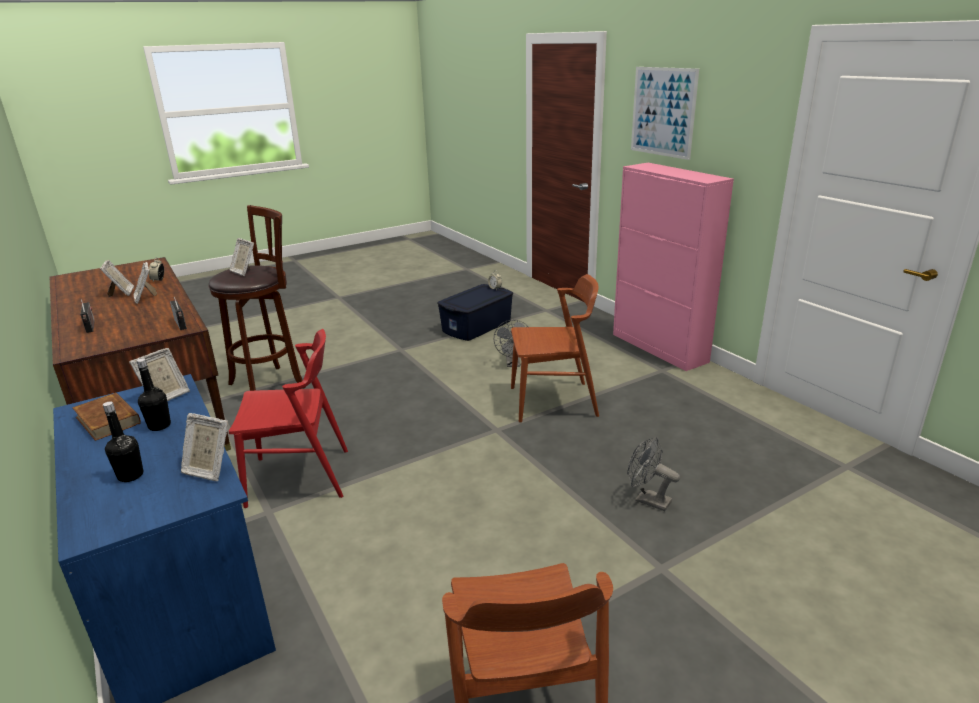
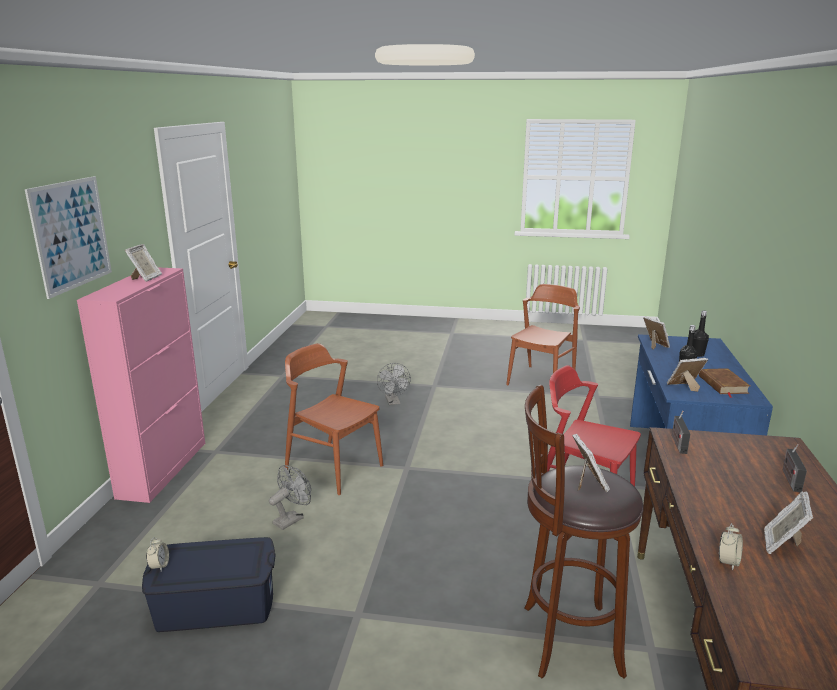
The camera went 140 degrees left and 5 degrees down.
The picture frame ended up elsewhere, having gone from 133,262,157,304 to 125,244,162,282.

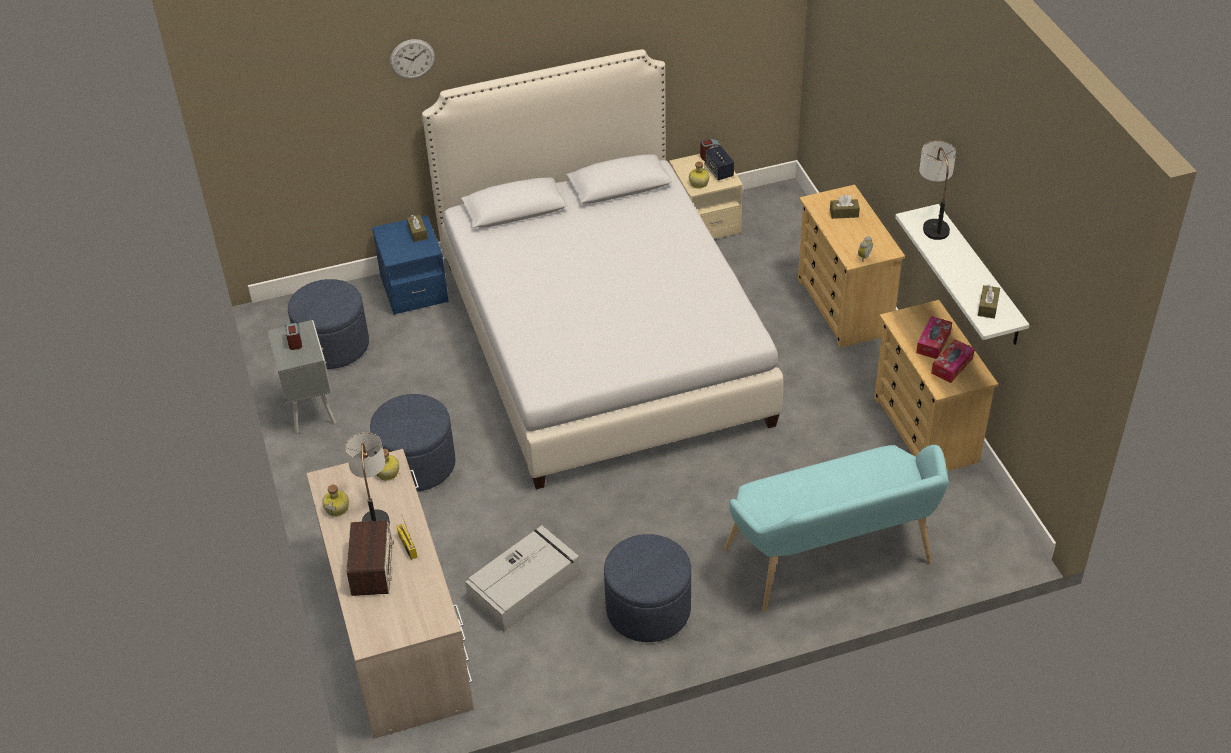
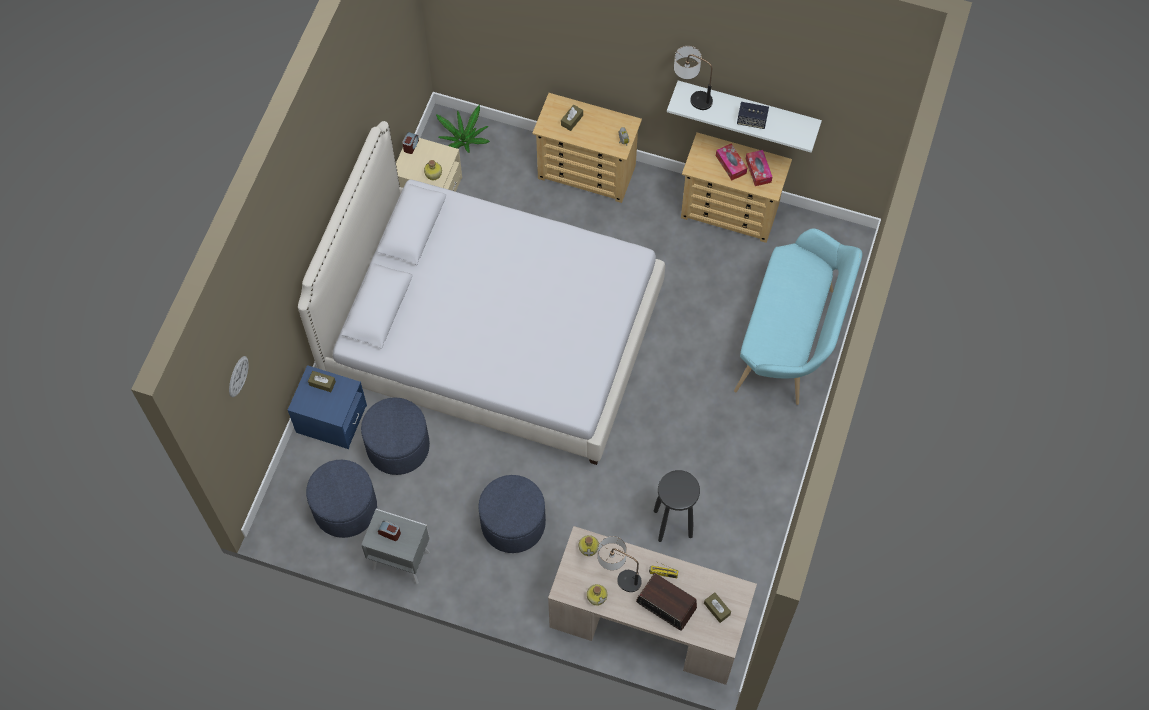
The camera went 55 degrees left and 20 degrees up.
The wall clock ended up elsewhere, having gone from 390,39,435,79 to 229,356,249,397.
The speaker ended up elsewhere, having gone from 705,146,734,180 to 737,102,769,129.
The brown tissue box ended up elsewhere, having gone from 978,285,1000,319 to 704,592,731,623.
Where the grey storage box stood at 465,525,580,632, the black stool came to stand at 654,470,700,542.
The blue ottoman ended up elsewhere, having gone from 604,534,691,642 to 361,397,430,475.
The second view gained the potted plant at 436,105,490,153.

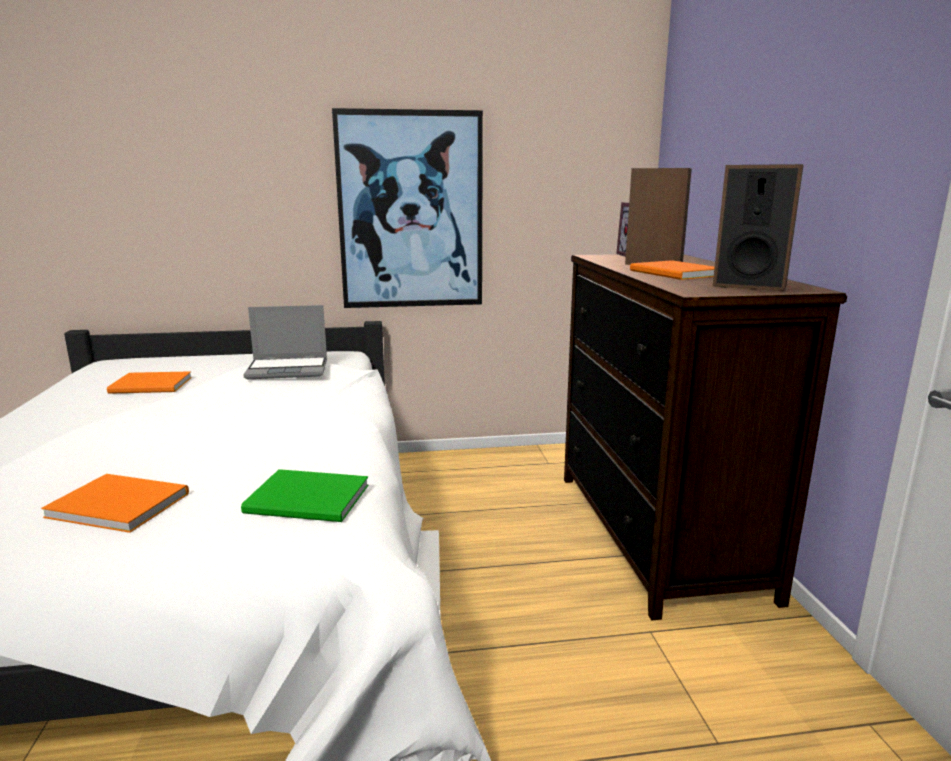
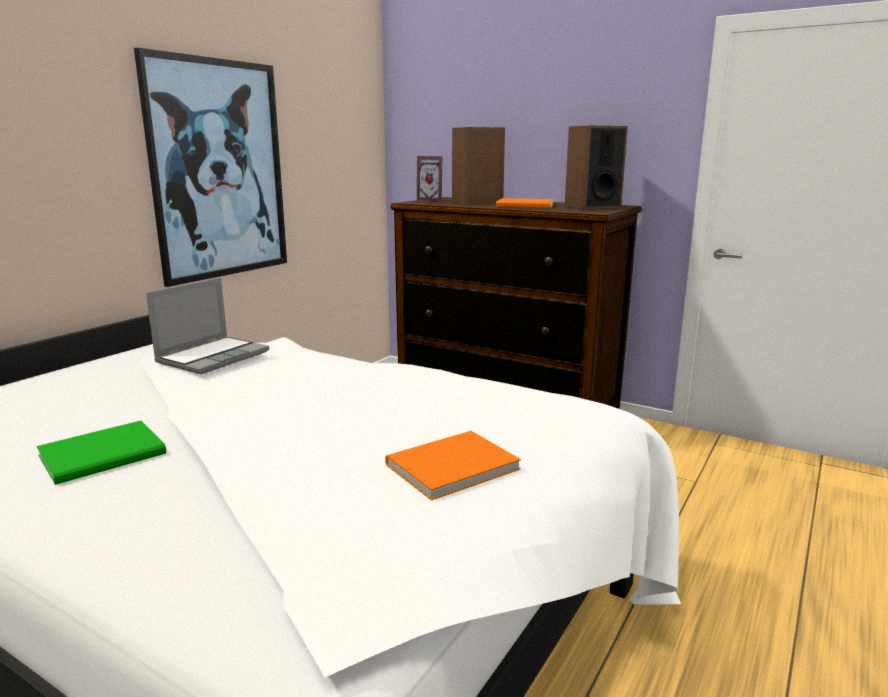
The camera went 50 degrees left and 0 degrees up.
The second view lost the orange book at 107,371,192,394.
The green book ended up elsewhere, having gone from 241,469,369,522 to 37,420,166,485.

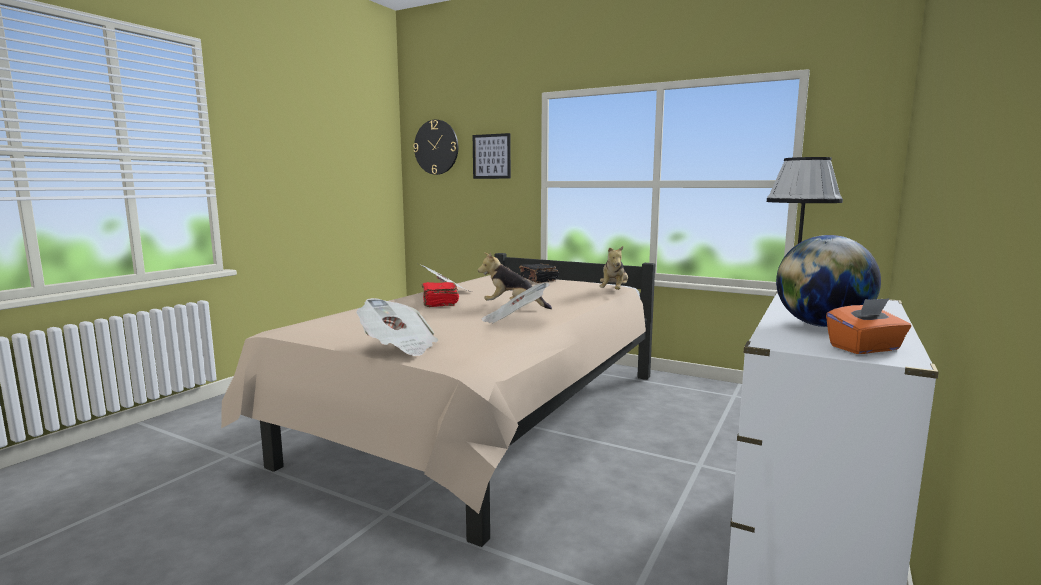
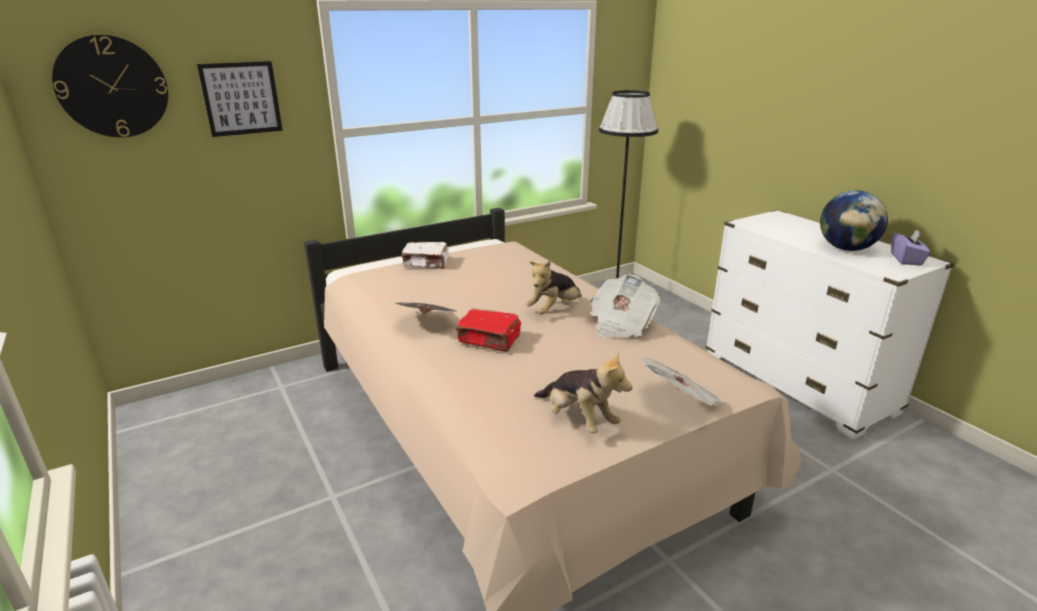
The camera went 60 degrees left and 15 degrees up.
The plush toy ended up elsewhere, having gone from 600,246,628,290 to 534,351,633,433.
What was the black book at 519,264,559,283 turned into the white book at 401,242,449,269.
What was the orange tissue box at 826,298,911,354 turned into the purple tissue box at 891,229,931,266.

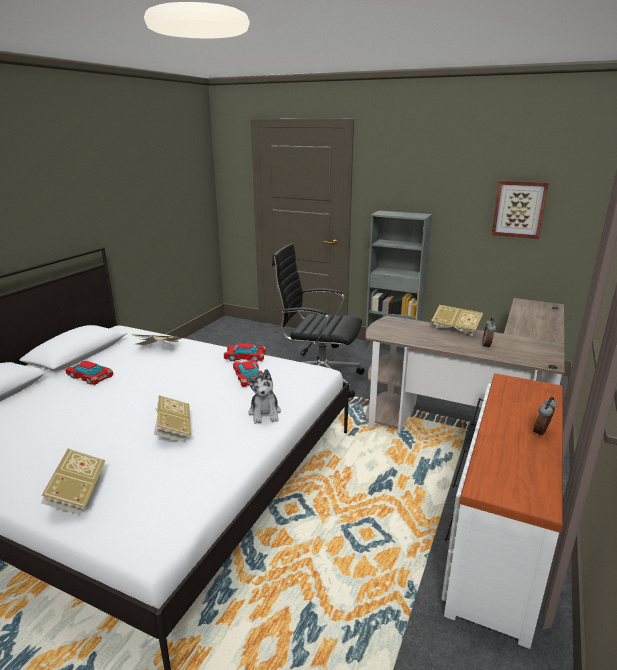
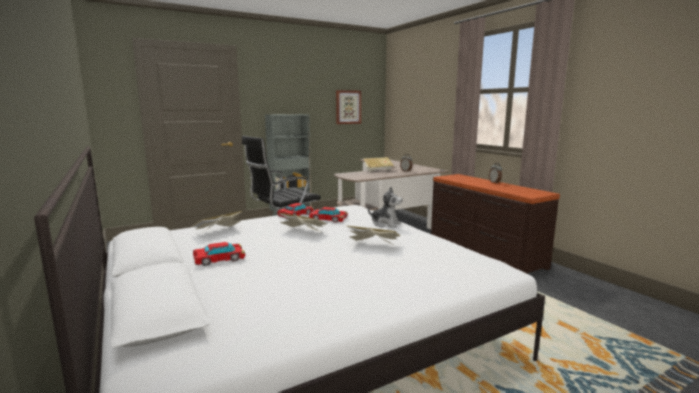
The camera went 55 degrees left and 10 degrees down.
What was the white dresser at 441,373,563,649 turned into the brown dresser at 431,174,560,274.
The book ended up elsewhere, having gone from 41,449,106,515 to 279,213,327,232.

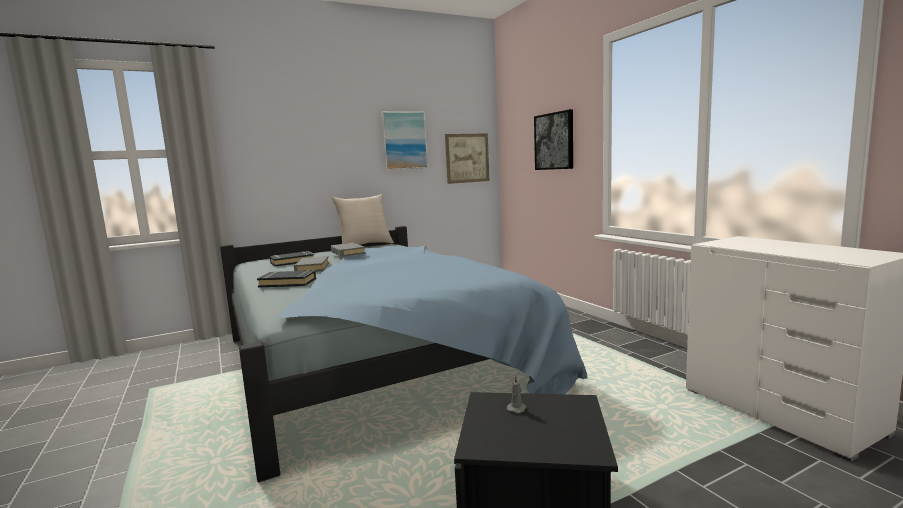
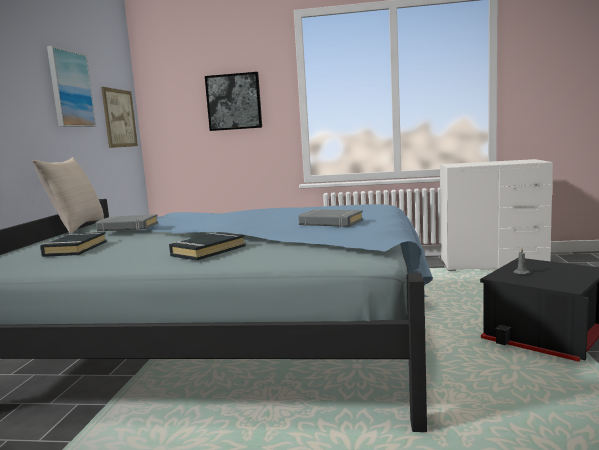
The camera went 55 degrees left and 0 degrees up.
The grey book ended up elsewhere, having gone from 294,256,329,272 to 298,209,363,227.

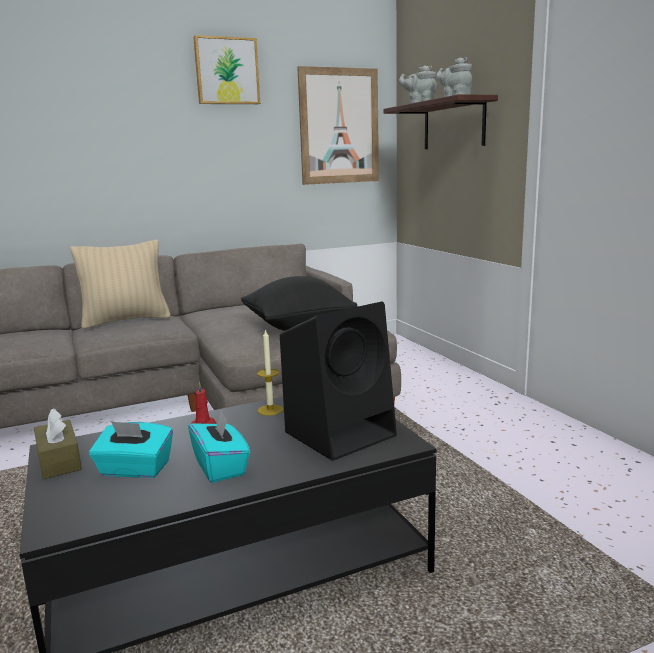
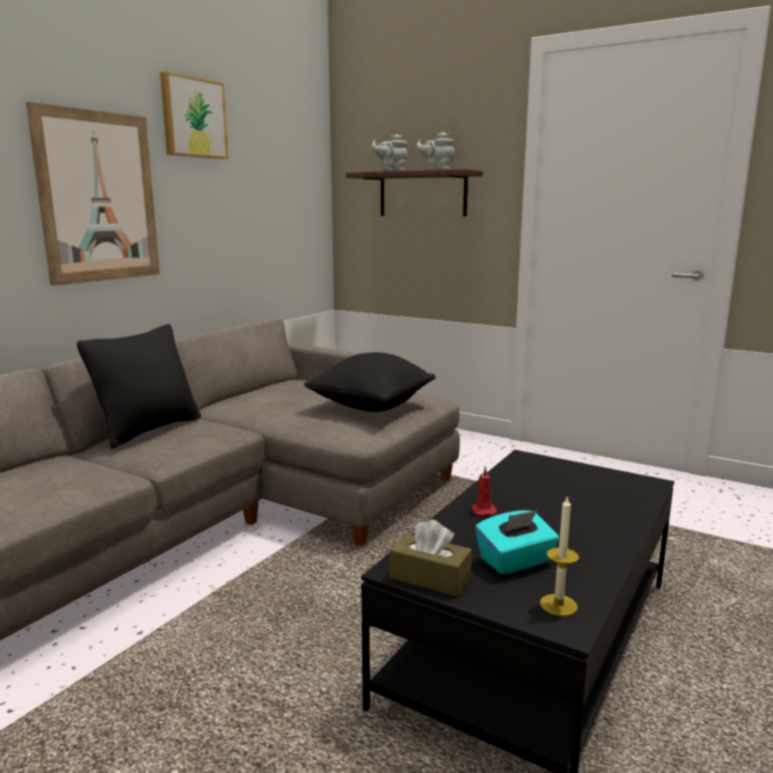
The camera went 35 degrees left and 0 degrees up.
The picture ended up elsewhere, having gone from 297,66,379,185 to 26,102,160,286.
What was the beige pillow at 70,240,171,329 turned into the black pillow at 77,324,201,449.
The second view lost the black speaker at 280,302,397,461.
The candle ended up elsewhere, having gone from 257,329,283,416 to 540,496,579,616.
The second view lost the turquoise tissue box at 188,411,250,483.

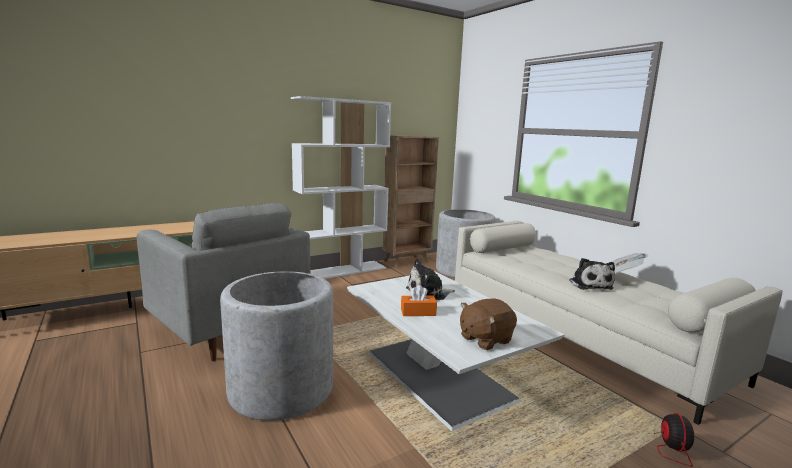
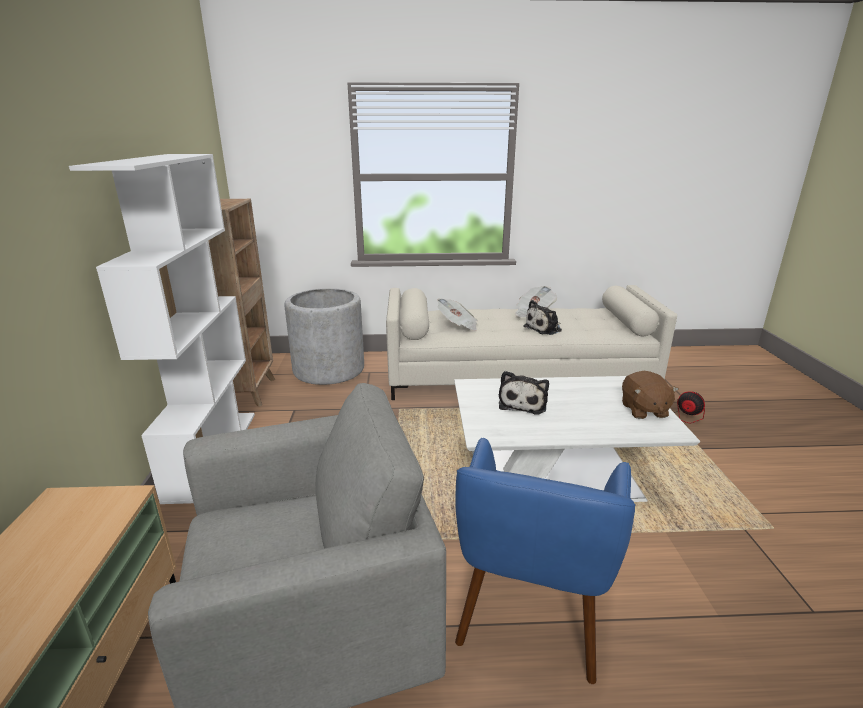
The camera went 60 degrees left and 10 degrees up.
The plush toy at 569,258,615,290 ended up facing another way, 120 degrees clockwise from before.
Where the grey planter stood at 220,271,333,421, the blue armchair came to stand at 455,438,635,684.
The second view lost the orange tissue box at 401,285,437,316.
The second view gained the newspaper at 437,298,478,331.

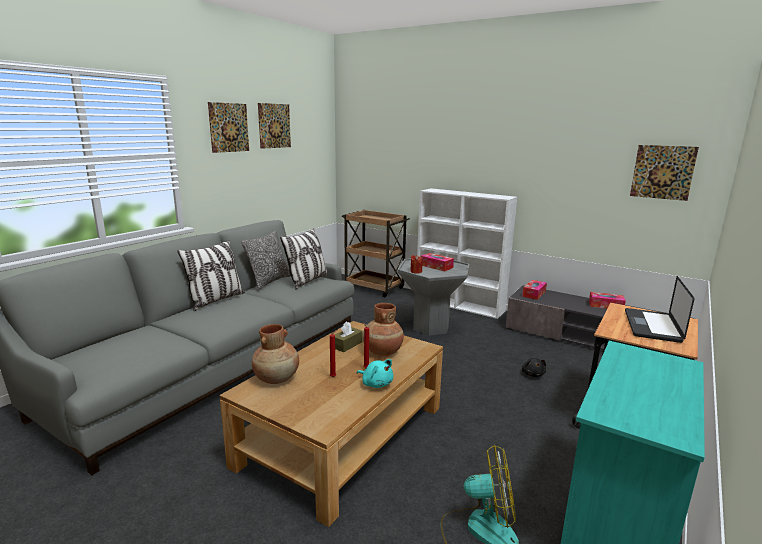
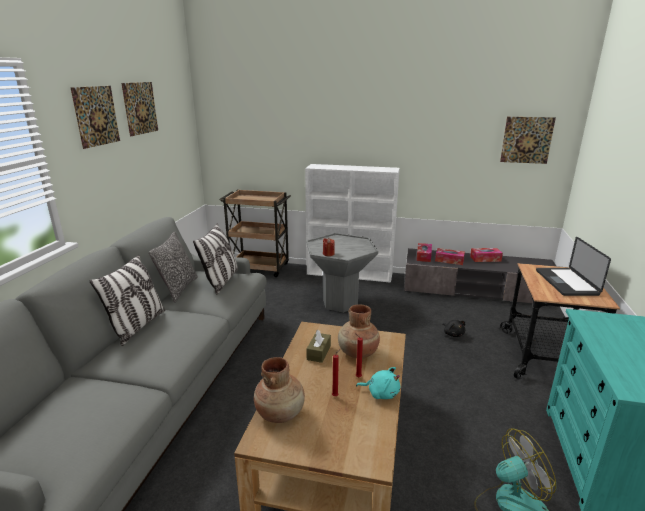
The camera went 20 degrees left and 5 degrees up.
The tissue box ended up elsewhere, having gone from 421,253,454,272 to 435,248,465,265.

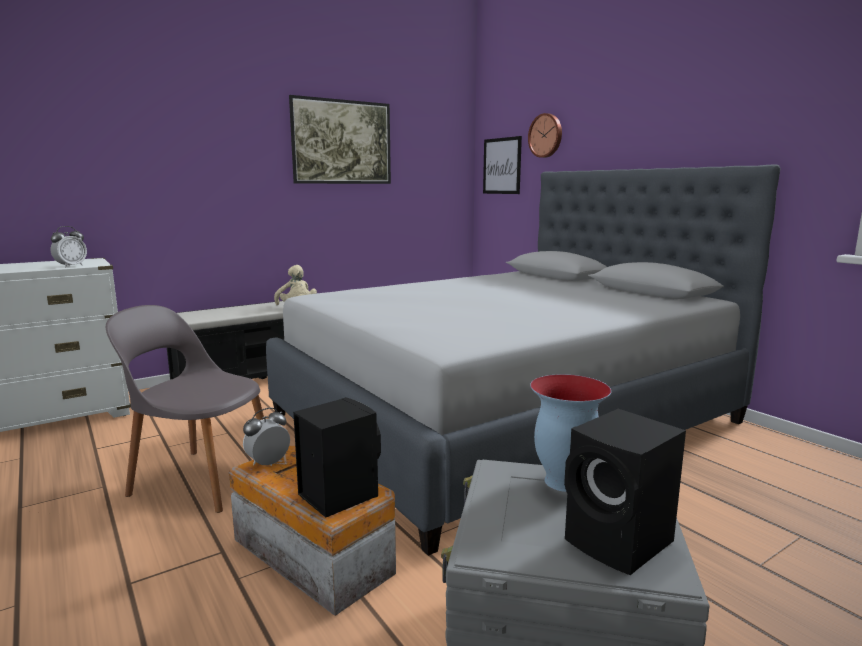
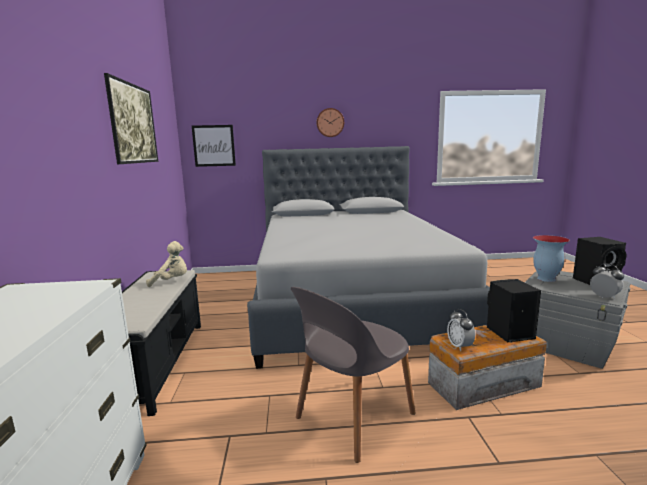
The camera went 60 degrees left and 0 degrees up.
The wall clock ended up elsewhere, having gone from 528,113,562,158 to 316,108,344,137.
The alarm clock ended up elsewhere, having gone from 50,226,87,268 to 590,263,624,299.

